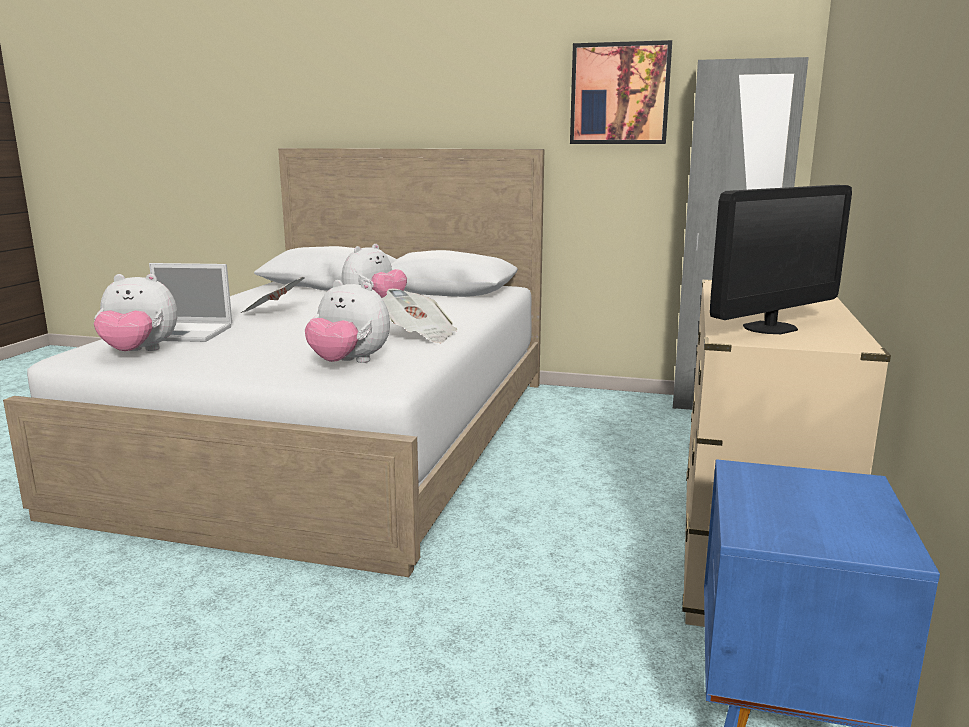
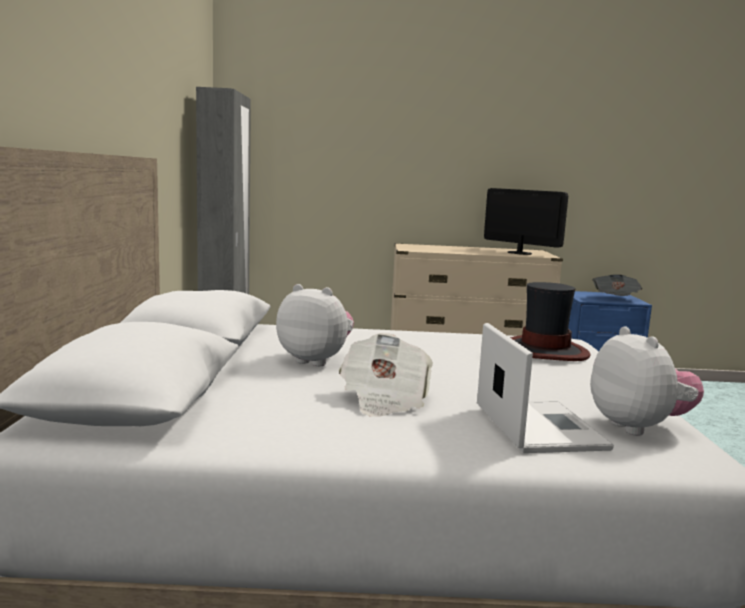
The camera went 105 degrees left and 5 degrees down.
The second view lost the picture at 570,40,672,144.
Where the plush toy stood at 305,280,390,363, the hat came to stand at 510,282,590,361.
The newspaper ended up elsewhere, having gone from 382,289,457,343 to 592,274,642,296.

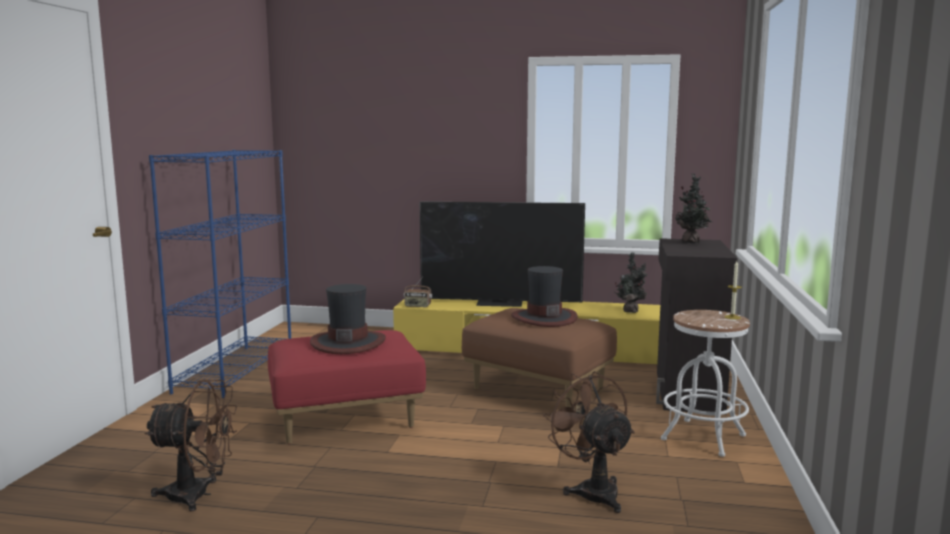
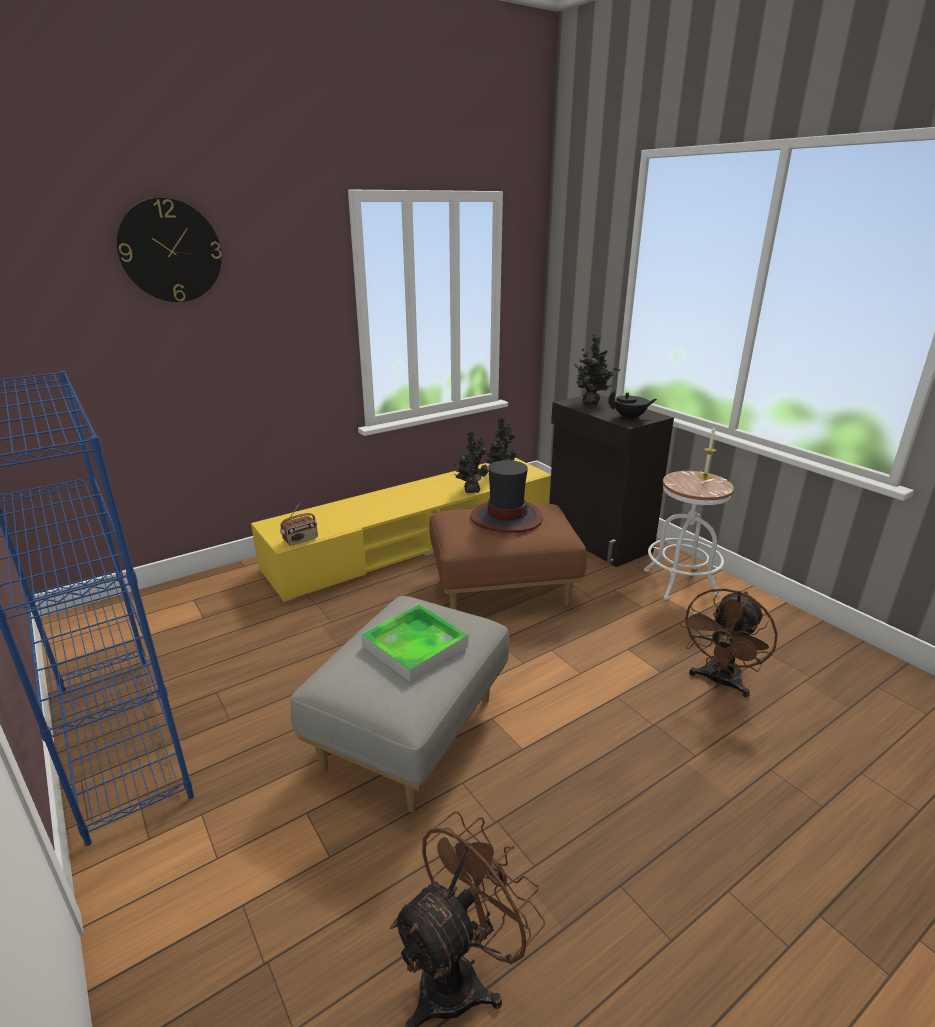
The camera went 45 degrees left and 15 degrees up.
The second view lost the television at 420,201,585,307.
Where the hat stood at 310,284,386,354, the tray came to stand at 361,604,468,683.
What was the red ottoman at 268,330,426,444 turned into the grey ottoman at 291,596,509,812.
The brown fan at 543,371,635,513 ended up facing another way, 75 degrees counterclockwise from before.
The second view gained the wall clock at 116,198,222,302.
The second view gained the black teapot at 608,389,657,421.
The second view gained the potted plant at 454,430,489,493.

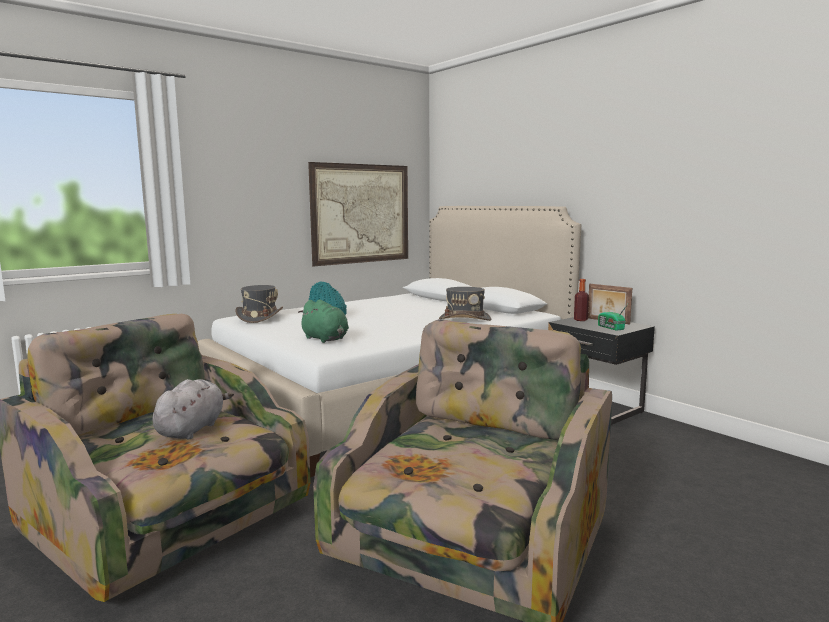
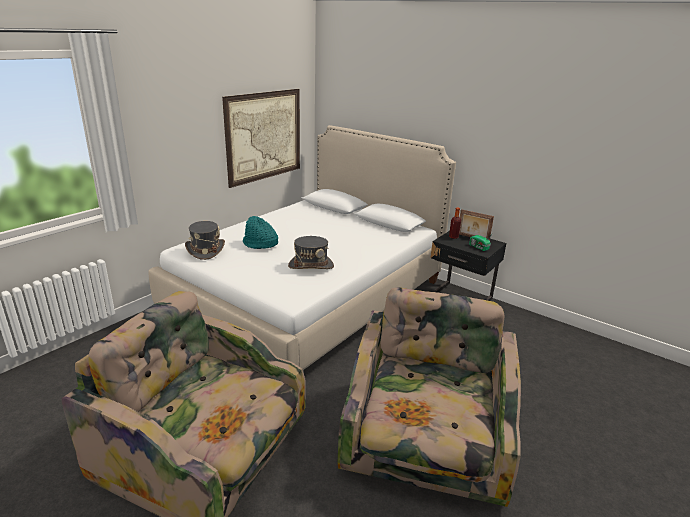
The camera went 15 degrees left and 15 degrees up.
The grey hat ended up elsewhere, having gone from 439,287,491,321 to 288,236,334,269.
The second view lost the green plush toy at 298,300,349,343.
The second view lost the grey plush toy at 153,379,234,439.

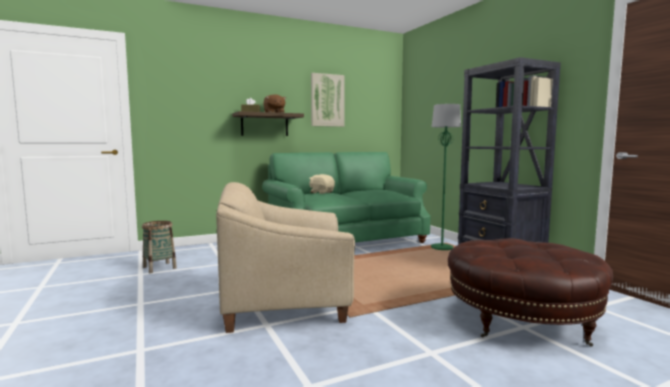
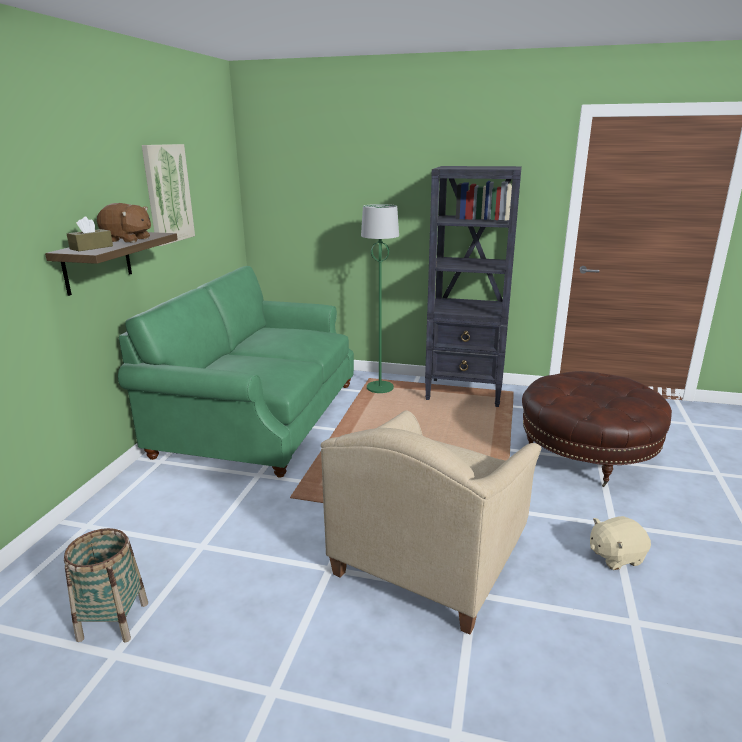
The camera went 50 degrees left and 15 degrees up.
The beige plush toy ended up elsewhere, having gone from 309,174,335,194 to 590,516,651,570.

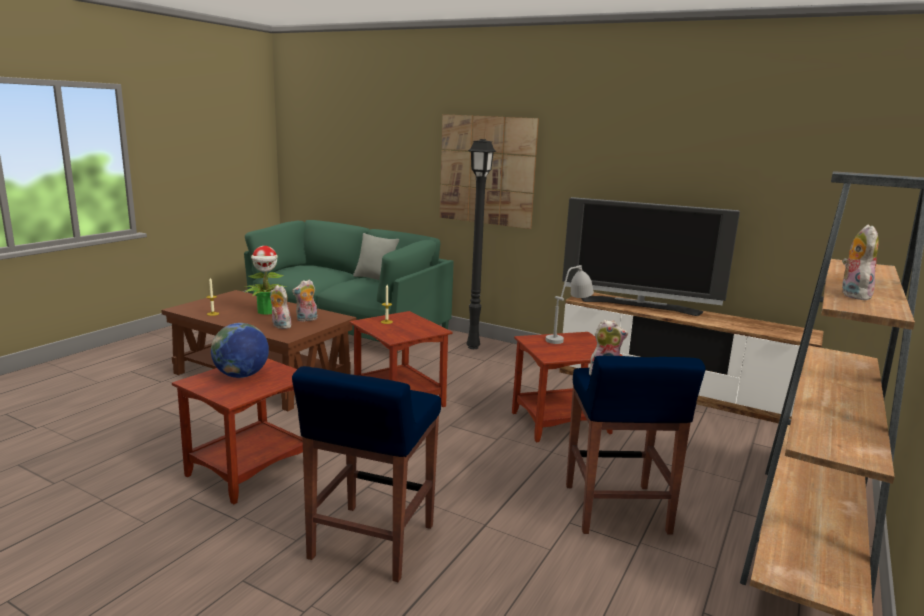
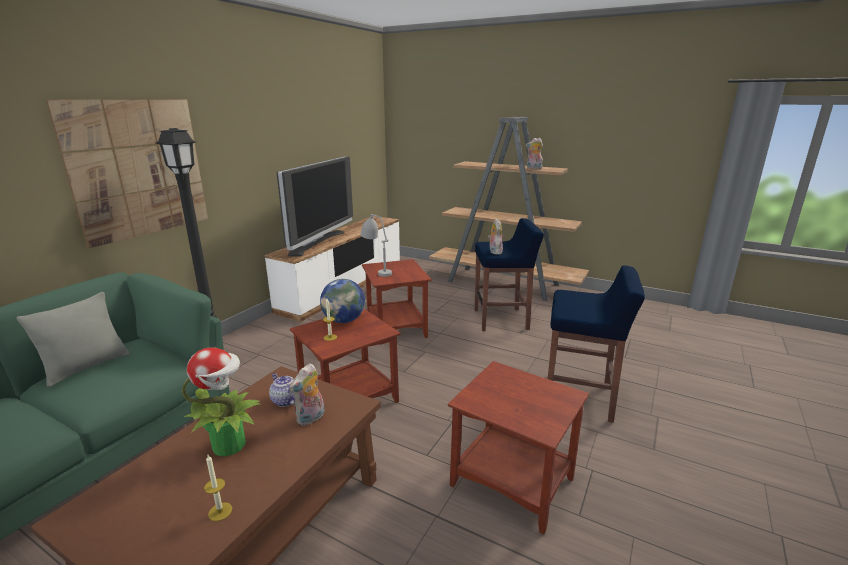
The camera went 90 degrees left and 5 degrees up.
Where the plush toy stood at 292,280,317,322, the teapot came to stand at 269,373,295,407.
The globe ended up elsewhere, having gone from 211,323,269,378 to 320,279,365,323.

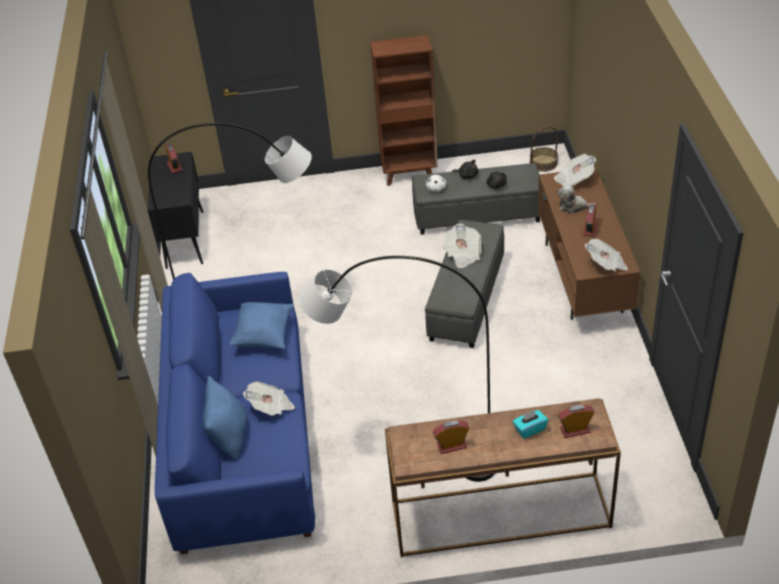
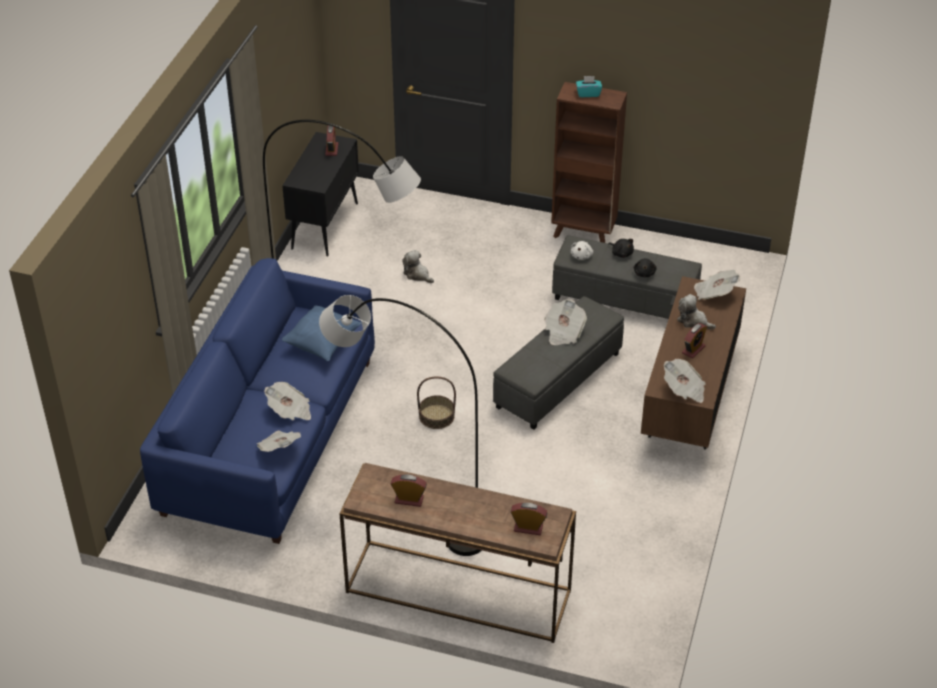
The camera went 20 degrees right and 0 degrees up.
The basket ended up elsewhere, having gone from 530,126,558,172 to 417,377,456,429.
The second view lost the blue pillow at 203,376,247,460.
The turquoise tissue box ended up elsewhere, having gone from 513,409,548,439 to 576,76,602,97.
The second view gained the plush toy at 402,250,434,283.
The second view gained the newspaper at 257,431,301,452.

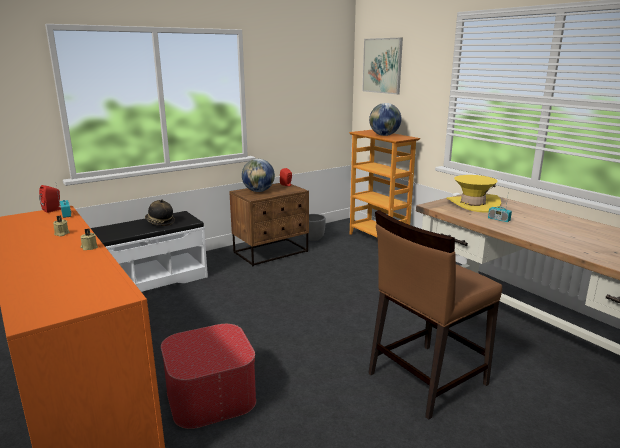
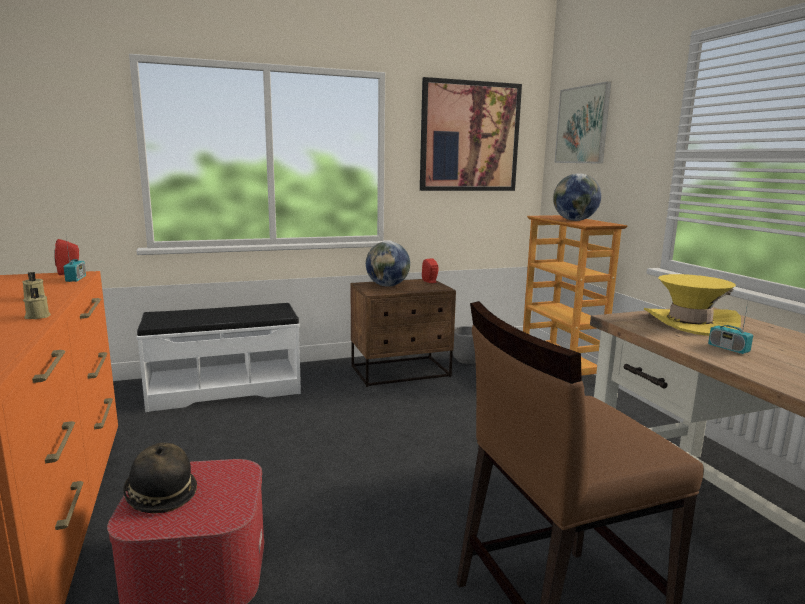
The camera went 15 degrees right and 5 degrees down.
The hat ended up elsewhere, having gone from 145,199,175,226 to 123,443,197,514.
The second view gained the picture at 420,77,522,191.

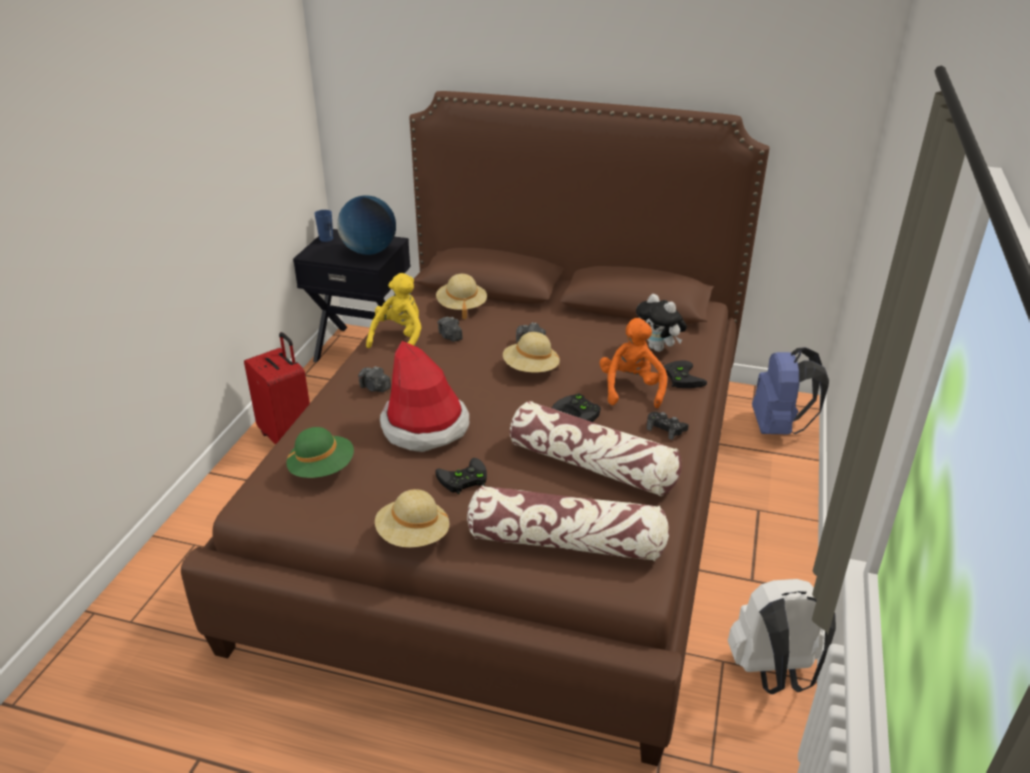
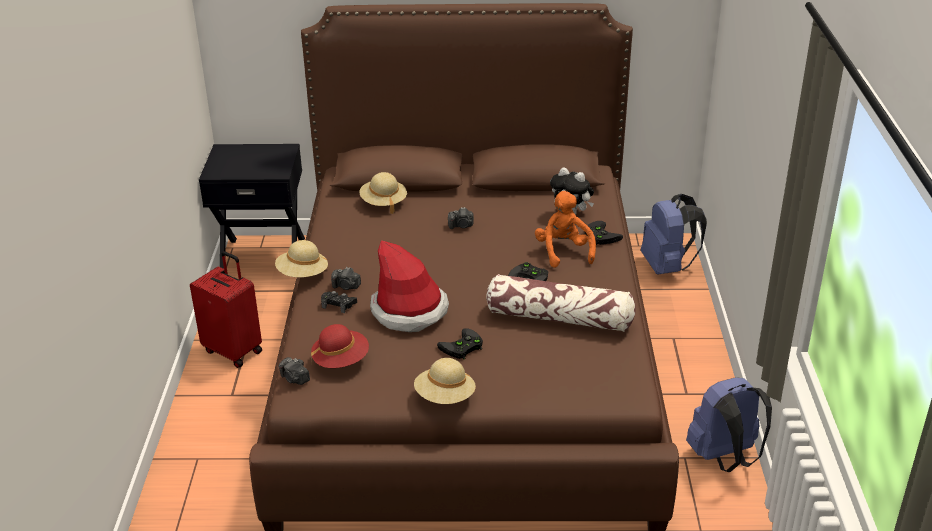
The camera went 15 degrees left and 0 degrees up.
The second view lost the globe at 337,195,396,255.
The second view lost the blue cup at 314,210,333,242.
The second view lost the yellow plush toy at 366,273,422,348.
The photo camera ended up elsewhere, having gone from 437,317,463,342 to 279,357,310,385.
The beige hat ended up elsewhere, having gone from 503,332,560,372 to 275,240,328,278.
The black game controller ended up elsewhere, having gone from 647,412,689,440 to 321,291,357,313.
What was the green hat at 286,427,354,478 turned into the red hat at 311,324,369,368.
The second view lost the pillow at 467,485,669,561.
What was the white backpack at 728,579,836,694 turned into the blue backpack at 686,377,772,472.

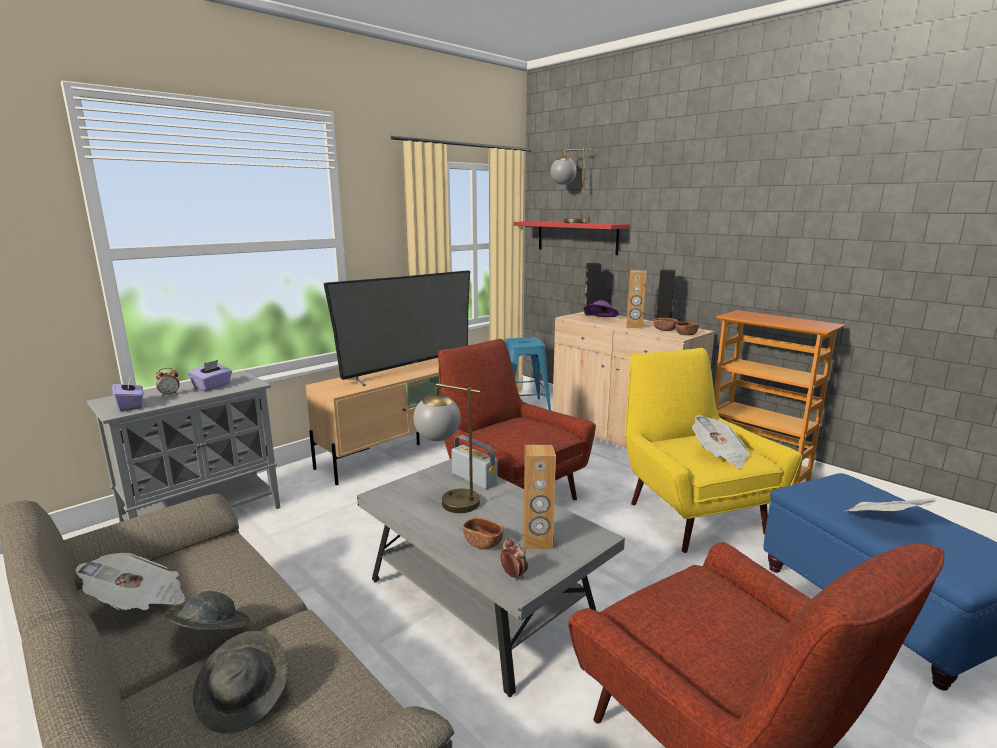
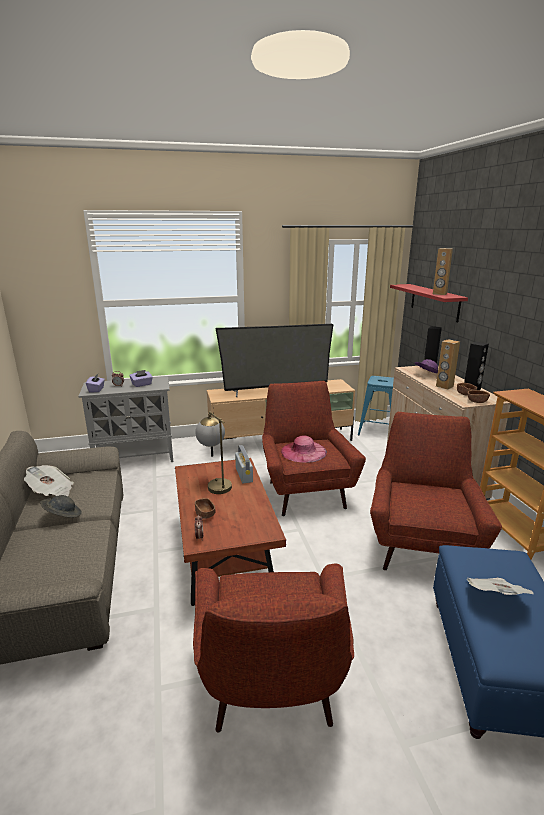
The camera went 30 degrees right and 5 degrees up.
The second view lost the table lamp at 551,148,590,223.
What was the yellow armchair at 625,348,802,553 turned into the red armchair at 370,412,502,570.
The second view lost the newspaper at 692,415,750,468.
The brown speaker ended up elsewhere, having gone from 523,445,556,549 to 433,248,453,295.
What was the grey coffee table at 357,459,625,697 turned into the brown coffee table at 175,458,286,606.
The second view lost the grey hat at 193,631,289,733.
The second view gained the pink hat at 281,435,327,463.

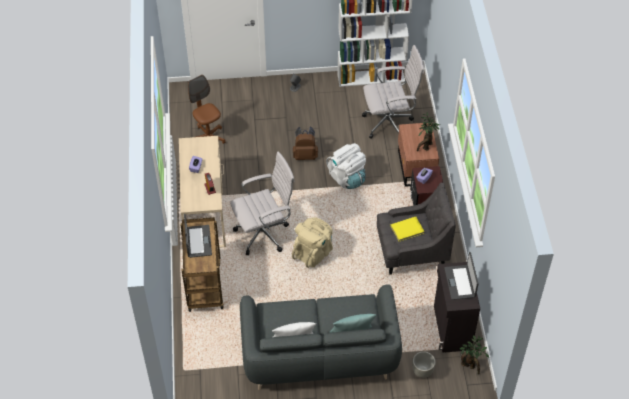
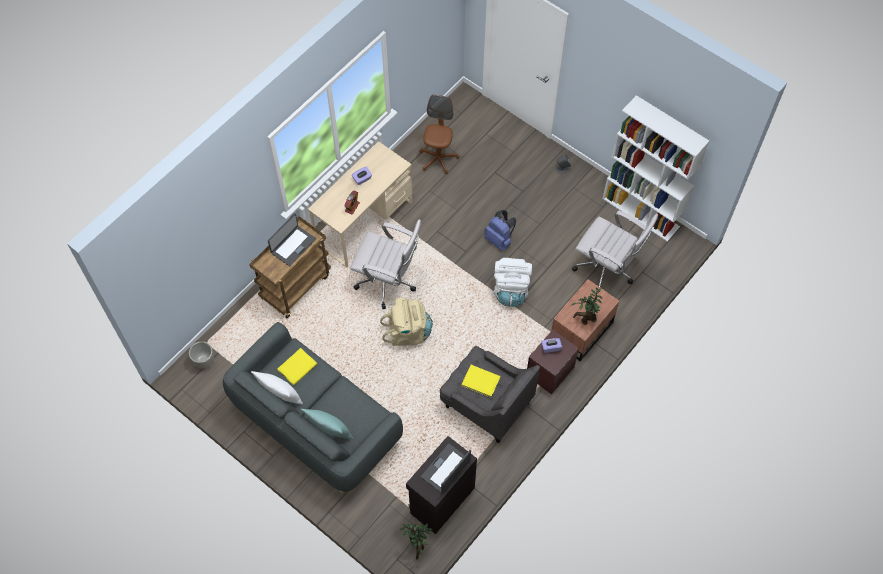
The camera went 45 degrees right and 10 degrees up.
What was the brown backpack at 293,127,318,160 turned into the blue backpack at 484,210,516,250.
The grey planter ended up elsewhere, having gone from 412,351,436,378 to 189,341,214,368.
The second view gained the yellow book at 278,348,317,385.

